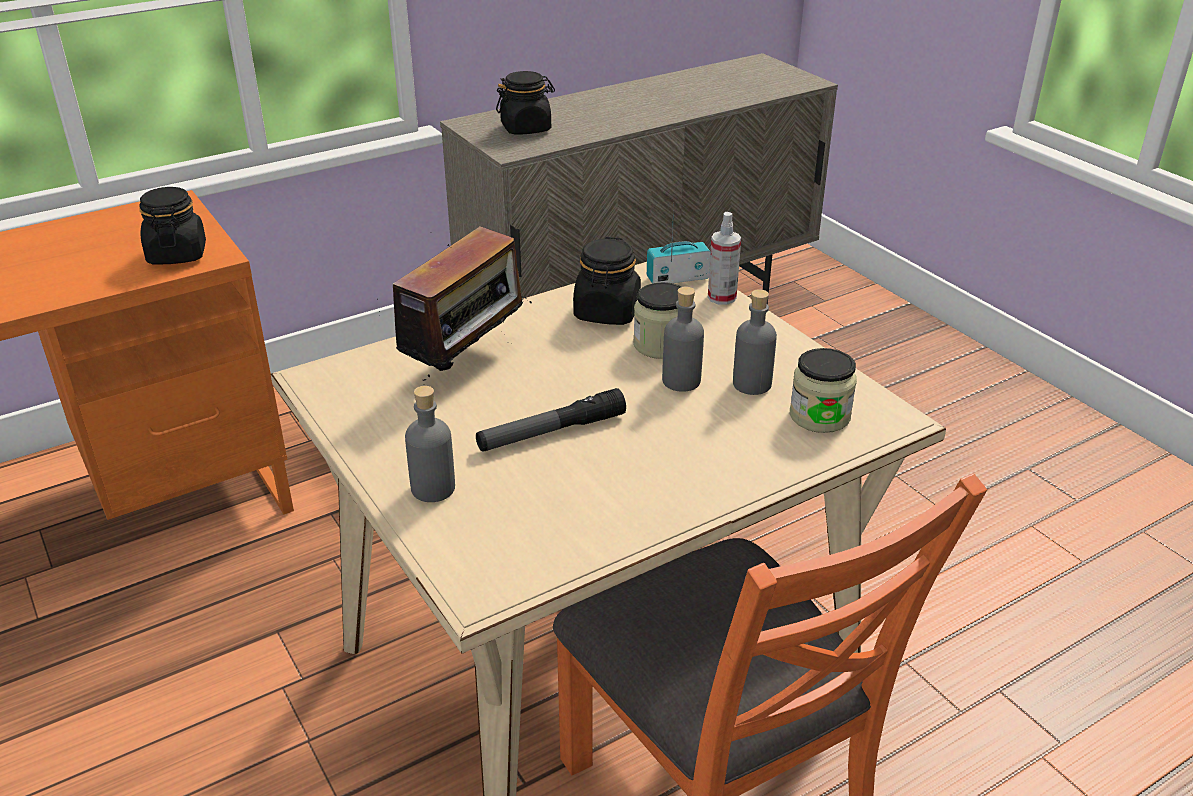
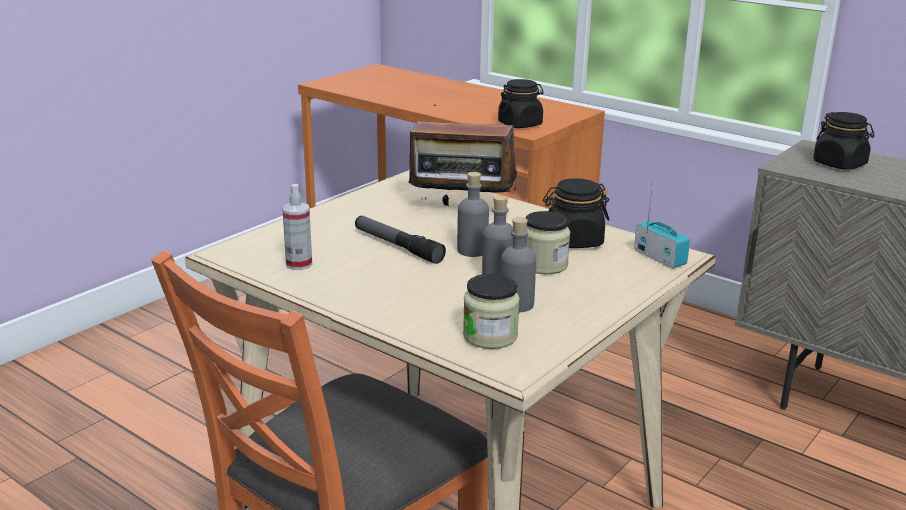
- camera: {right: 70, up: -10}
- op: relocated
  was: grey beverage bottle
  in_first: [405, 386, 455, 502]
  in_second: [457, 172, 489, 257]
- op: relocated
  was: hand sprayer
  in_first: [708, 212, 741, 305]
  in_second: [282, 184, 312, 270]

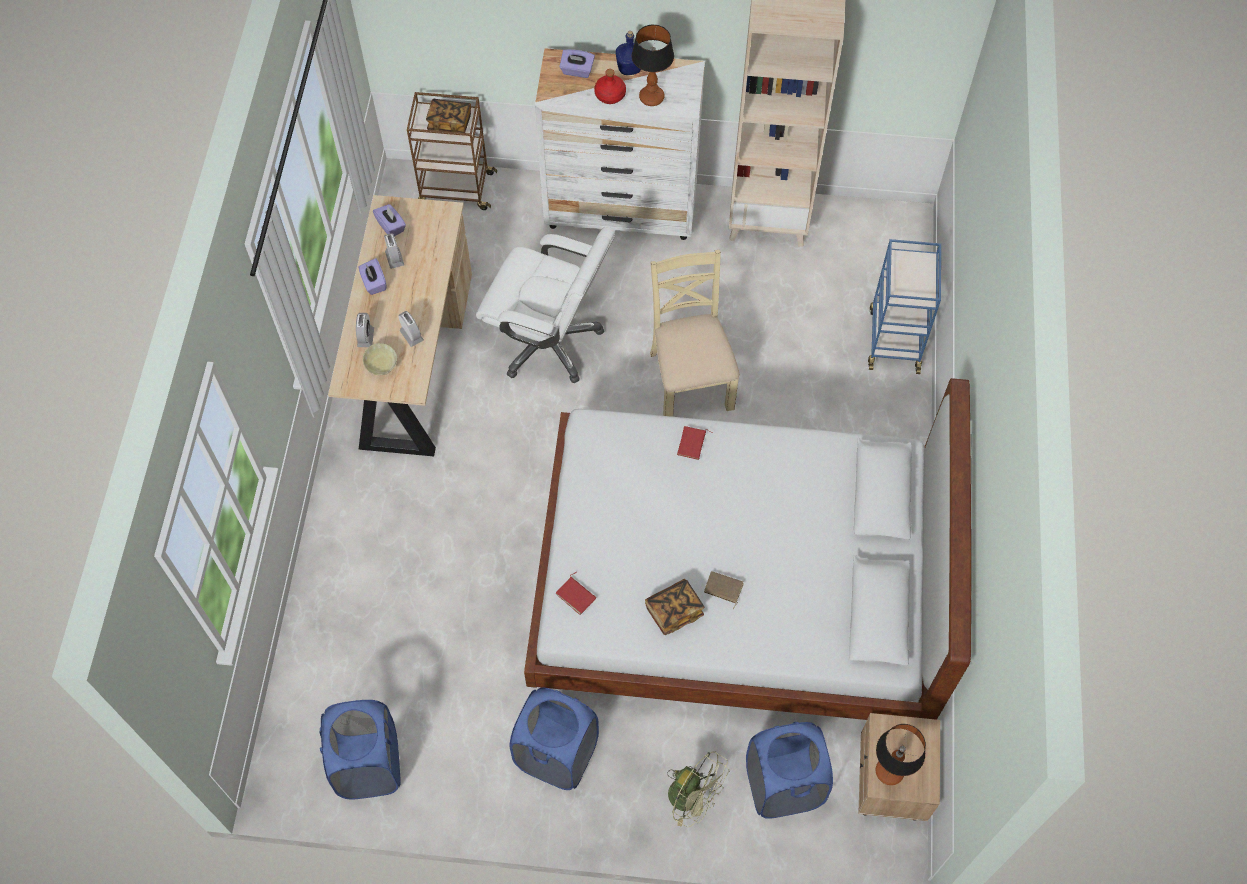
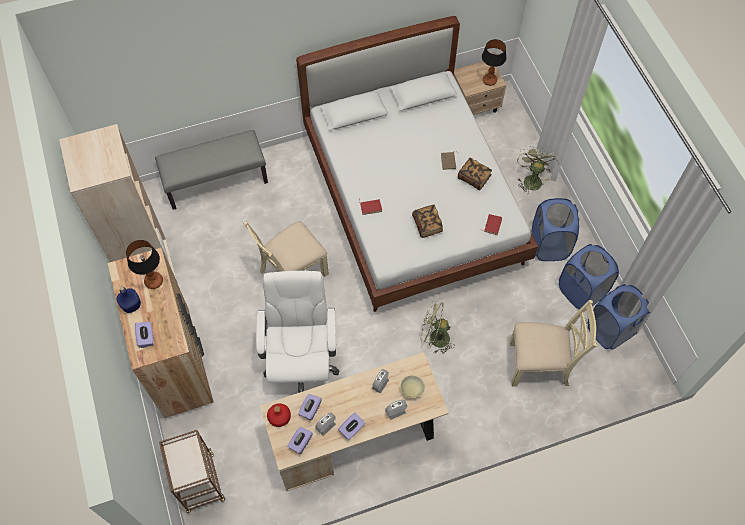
- camera: {right: -115, up: 0}
- op: relocated
  was: volume
  in_first: [426, 99, 471, 133]
  in_second: [412, 205, 443, 238]
- op: colour
  was: white-coloured chest of drawers
  now: brownish chest of drawers
  in_first: [535, 48, 705, 240]
  in_second: [108, 247, 214, 418]
- op: relocated
  was: red-coloured beverage bottle
  in_first: [594, 69, 626, 104]
  in_second: [267, 403, 291, 427]
- op: relocated
  was: blue-coloured laundry basket
  in_first: [746, 722, 833, 819]
  in_second: [559, 244, 619, 309]
- op: exchanged
  was: blue-coloured cart
  now: grey indoor bench
  in_first: [868, 239, 941, 374]
  in_second: [155, 130, 268, 210]
- op: appeared
  now: purple tissue holder
  in_second: [298, 394, 322, 420]
- op: appeared
  now: green-coloured cooling fan
  in_second: [421, 301, 455, 354]
- op: appeared
  now: beige upright chair
  in_second: [510, 300, 597, 387]

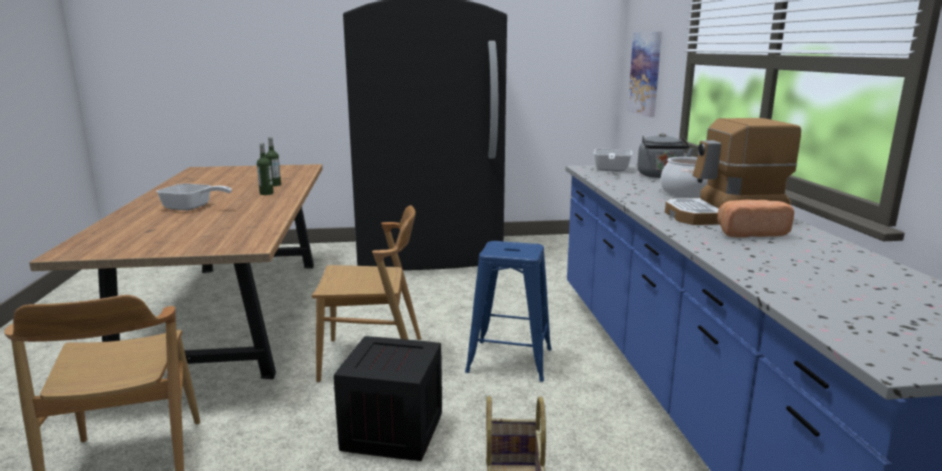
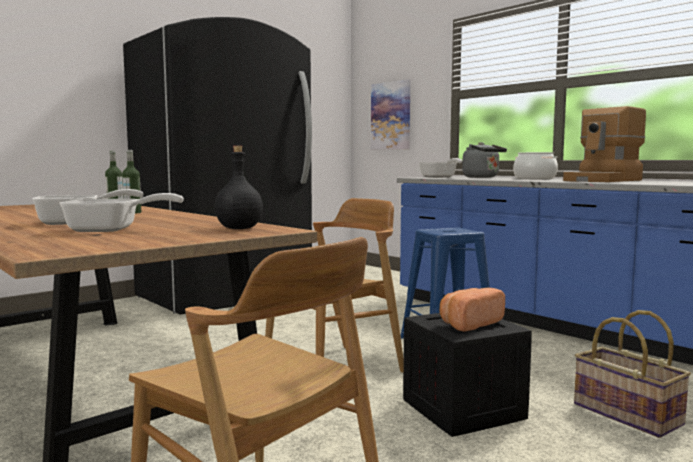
- camera: {right: -35, up: -10}
- op: relocated
  was: bread
  in_first: [717, 199, 794, 238]
  in_second: [440, 288, 505, 331]
- op: appeared
  now: frying pan
  in_second: [59, 193, 184, 232]
- op: appeared
  now: blackish beverage bottle
  in_second: [215, 146, 263, 229]

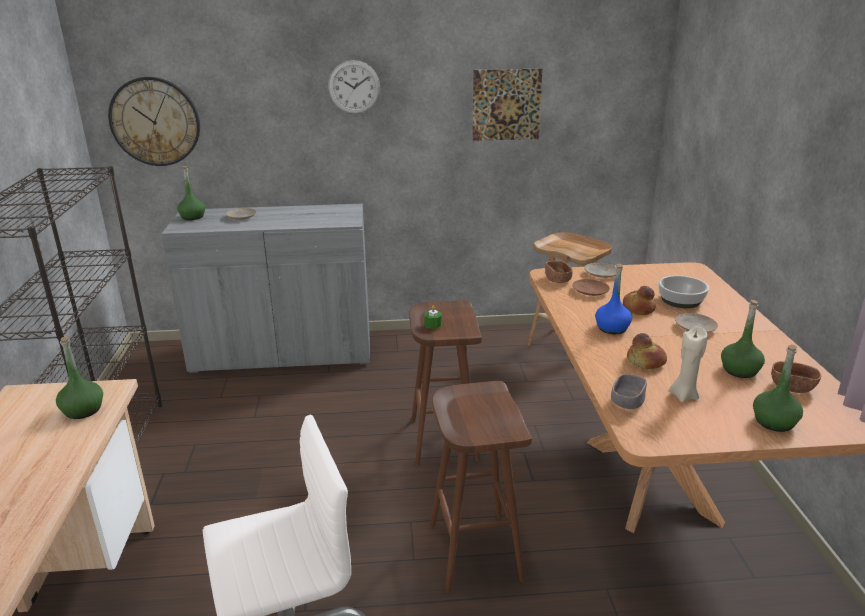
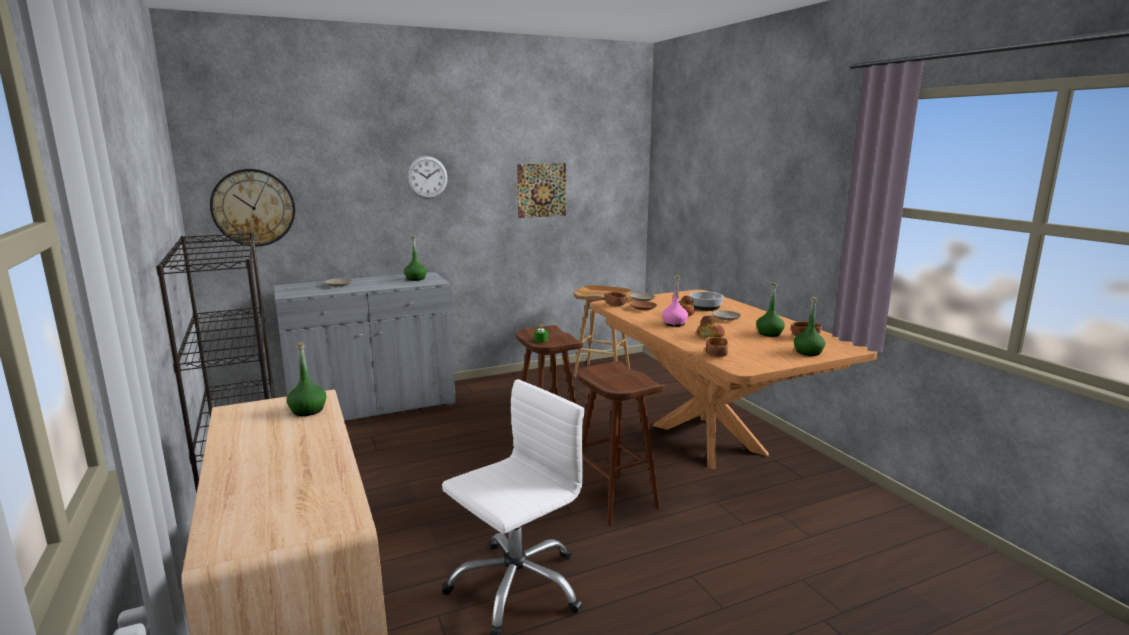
- camera: {right: -20, up: -10}
- op: relocated
  was: green-coloured beverage bottle
  in_first: [177, 166, 205, 220]
  in_second: [404, 237, 427, 281]
- op: colour
  was: blue-coloured beverage bottle
  now: pink beverage bottle
  in_first: [595, 264, 632, 334]
  in_second: [662, 275, 688, 327]
- op: colour
  was: grey bowl
  now: brownish bowl
  in_first: [611, 374, 647, 409]
  in_second: [705, 337, 728, 357]
- op: missing
  was: beige wax candle
  in_first: [669, 326, 708, 402]

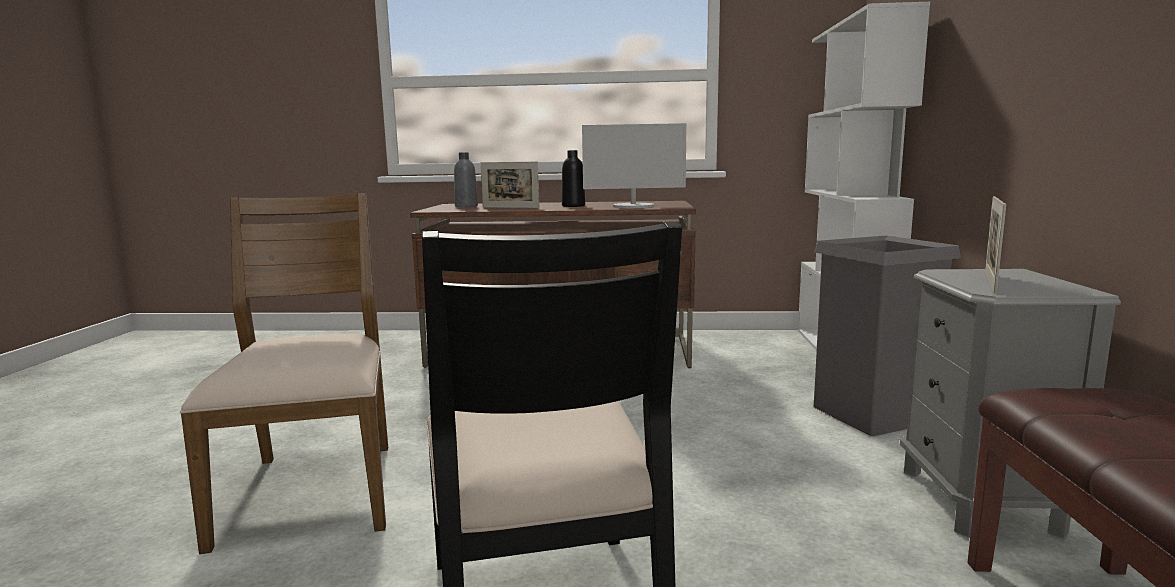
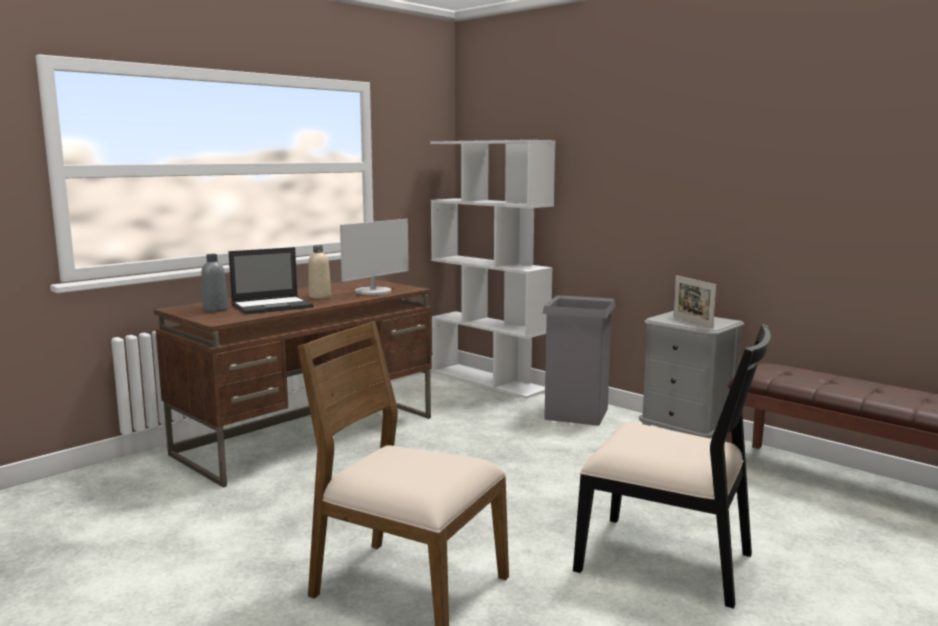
- camera: {right: -50, up: 0}
- op: exchanged
  was: standing frame
  now: portable computer
  in_first: [481, 162, 539, 208]
  in_second: [228, 247, 314, 314]
- op: colour
  was: blackish beverage bottle
  now: beige beverage bottle
  in_first: [562, 150, 585, 207]
  in_second: [308, 245, 331, 299]

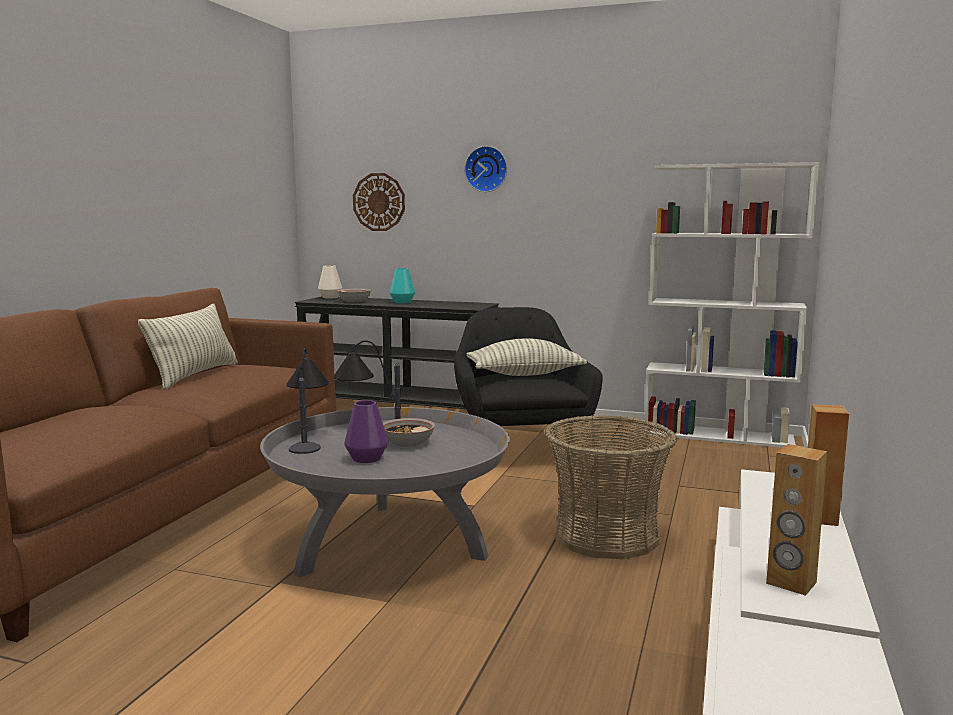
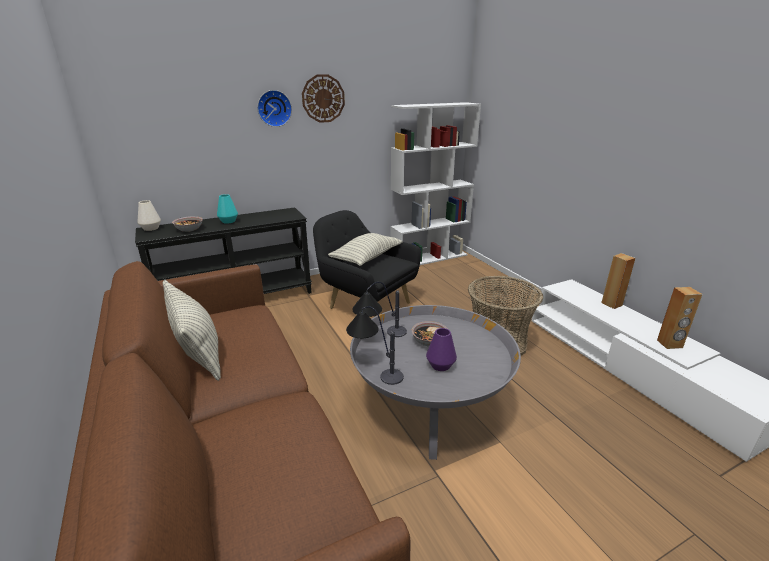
- camera: {right: -45, up: 15}
- op: relocated
  was: hanging clock
  in_first: [353, 173, 405, 231]
  in_second: [302, 74, 345, 123]

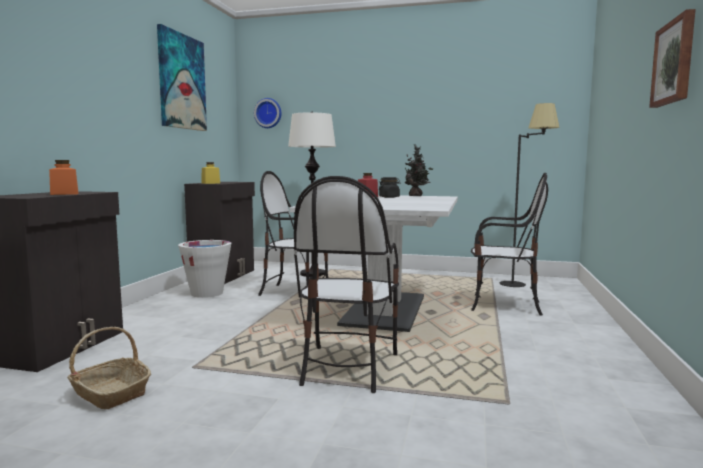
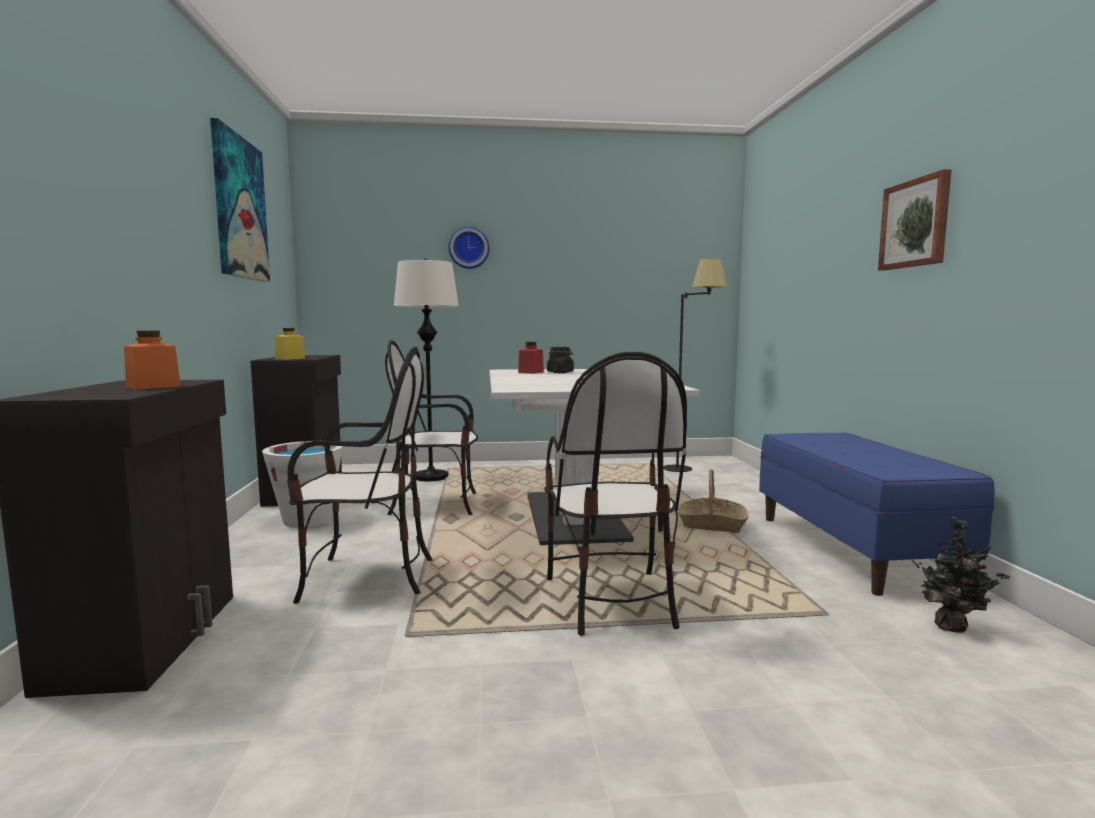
- camera: {right: -20, up: 0}
- op: relocated
  was: household basket
  in_first: [67, 327, 151, 409]
  in_second: [678, 469, 749, 533]
- op: relocated
  was: hanging clock
  in_first: [254, 98, 282, 128]
  in_second: [448, 227, 490, 269]
- op: relocated
  was: houseplant
  in_first: [405, 145, 433, 196]
  in_second: [911, 517, 1010, 633]
- op: relocated
  was: upright chair
  in_first: [471, 173, 548, 316]
  in_second: [287, 347, 433, 604]
- op: appeared
  now: blue-coloured indoor bench
  in_second: [759, 433, 995, 596]

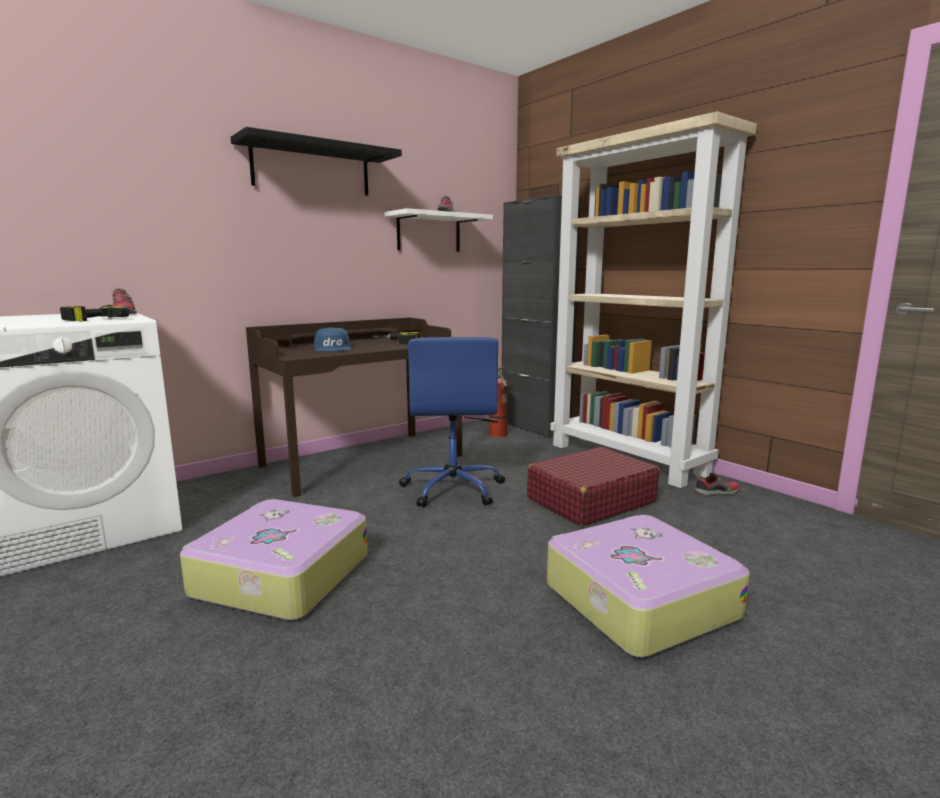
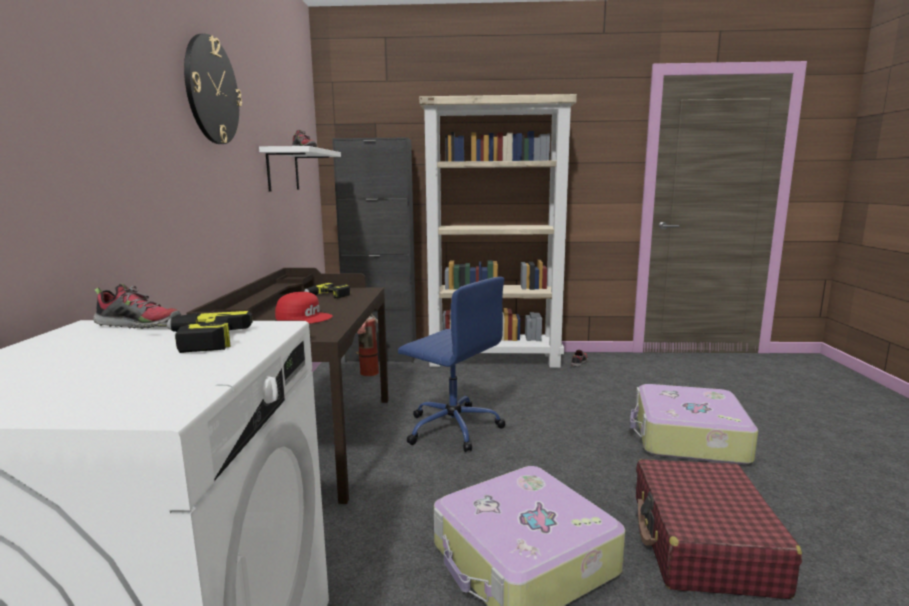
- camera: {right: -50, up: 0}
- op: exchanged
  was: blackish wall shelf
  now: hanging clock
  in_first: [231, 127, 402, 196]
  in_second: [184, 34, 242, 144]
- op: colour
  was: blue-coloured cap
  now: red-coloured cap
  in_first: [314, 327, 352, 351]
  in_second: [275, 292, 333, 324]
- op: relocated
  was: red-coloured piece of luggage
  in_first: [527, 447, 660, 527]
  in_second: [636, 459, 802, 599]

